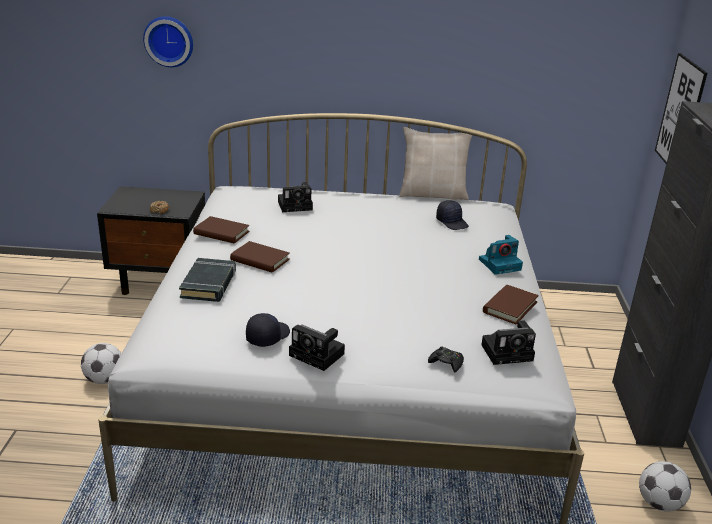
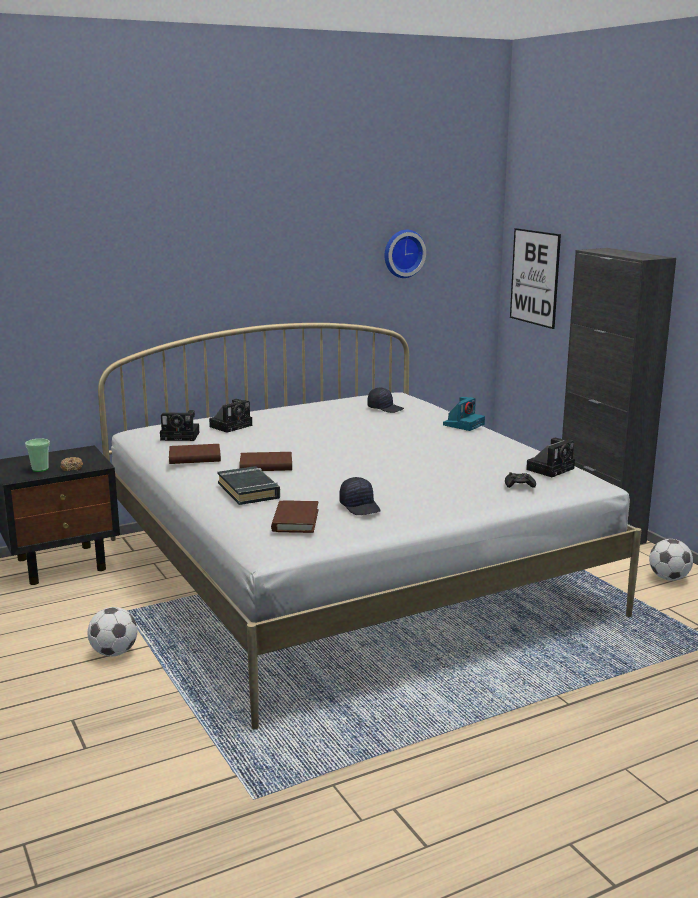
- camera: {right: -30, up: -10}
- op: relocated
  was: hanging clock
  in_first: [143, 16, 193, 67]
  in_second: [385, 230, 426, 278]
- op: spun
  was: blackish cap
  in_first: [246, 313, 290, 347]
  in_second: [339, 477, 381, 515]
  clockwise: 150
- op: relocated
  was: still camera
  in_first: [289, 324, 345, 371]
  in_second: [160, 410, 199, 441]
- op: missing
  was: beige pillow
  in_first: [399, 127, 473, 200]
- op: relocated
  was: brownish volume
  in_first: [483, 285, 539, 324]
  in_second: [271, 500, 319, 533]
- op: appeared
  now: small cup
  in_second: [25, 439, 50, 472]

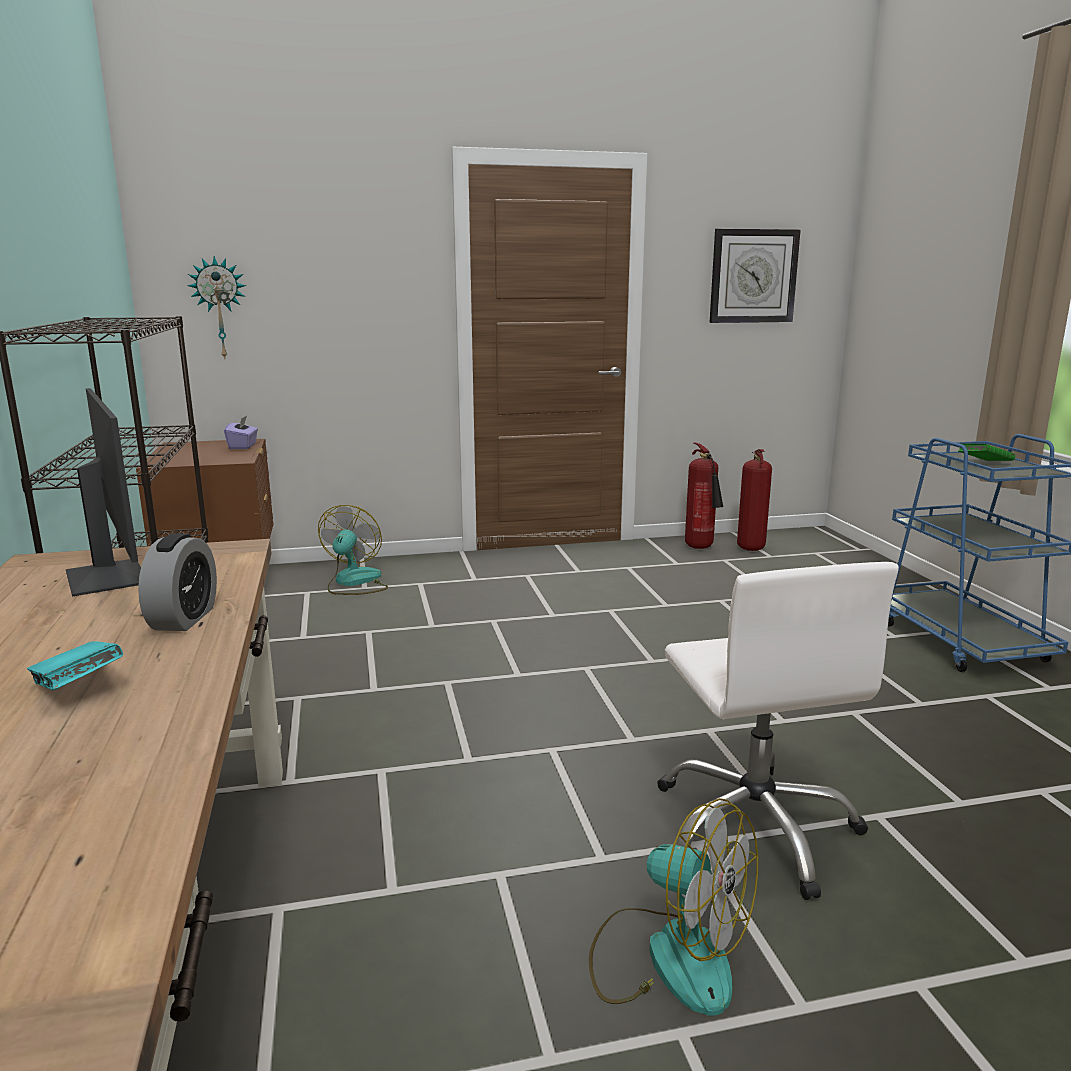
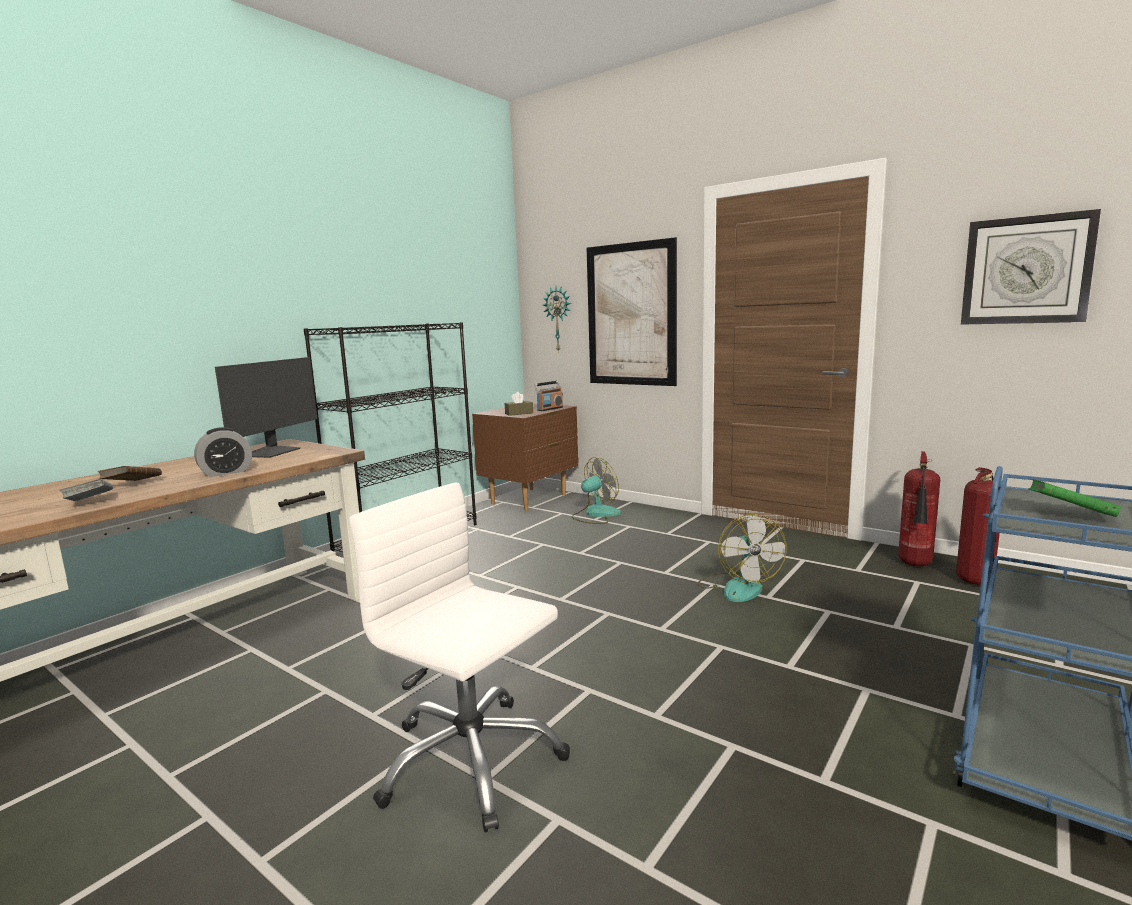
- camera: {right: 50, up: -5}
- op: colour
  was: blue-green volume
  now: brownish volume
  in_first: [27, 641, 123, 690]
  in_second: [98, 466, 162, 481]
- op: exchanged
  was: purple tissue holder
  now: radio
  in_first: [224, 416, 258, 449]
  in_second: [534, 381, 563, 411]
- op: relocated
  was: cooling fan
  in_first: [589, 798, 758, 1016]
  in_second: [697, 514, 786, 602]
- op: spun
  was: white-coloured computer chair
  in_first: [657, 562, 899, 900]
  in_second: [349, 482, 570, 833]
  clockwise: 90
- op: appeared
  now: grey volume
  in_second: [59, 479, 113, 501]
- op: appeared
  now: brownish tissue holder
  in_second: [505, 392, 533, 416]
- op: appeared
  now: picture
  in_second: [587, 237, 677, 386]

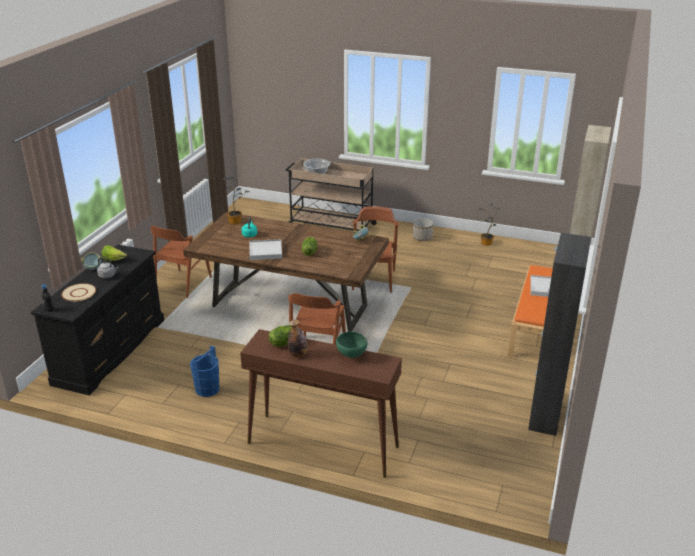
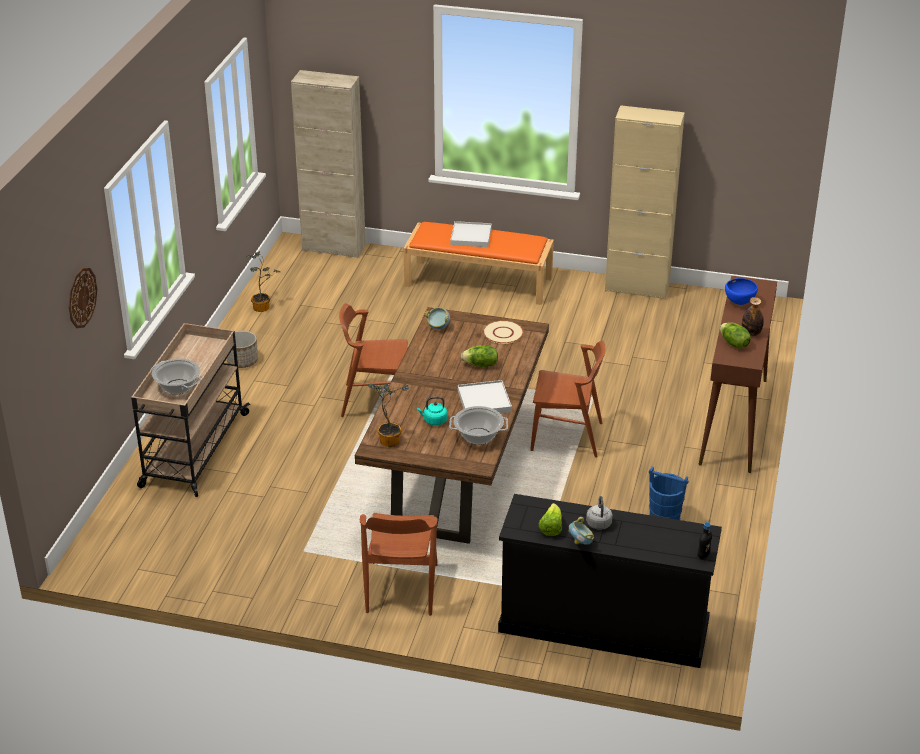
- camera: {right: -95, up: 5}
- op: relocated
  was: beige plate
  in_first: [61, 283, 96, 302]
  in_second: [483, 320, 524, 344]
- op: spun
  was: brownish upright chair
  in_first: [151, 226, 212, 298]
  in_second: [360, 513, 437, 616]
  clockwise: 75
- op: colour
  was: green-coloured bowl
  now: blue-coloured bowl
  in_first: [336, 332, 367, 358]
  in_second: [725, 278, 758, 305]
- op: colour
  was: blackish cupboard
  now: beige cupboard
  in_first: [528, 233, 591, 436]
  in_second: [605, 105, 685, 300]
- op: appeared
  now: hanging clock
  in_second: [69, 268, 97, 328]
- op: appeared
  now: saucepot
  in_second: [449, 406, 508, 445]

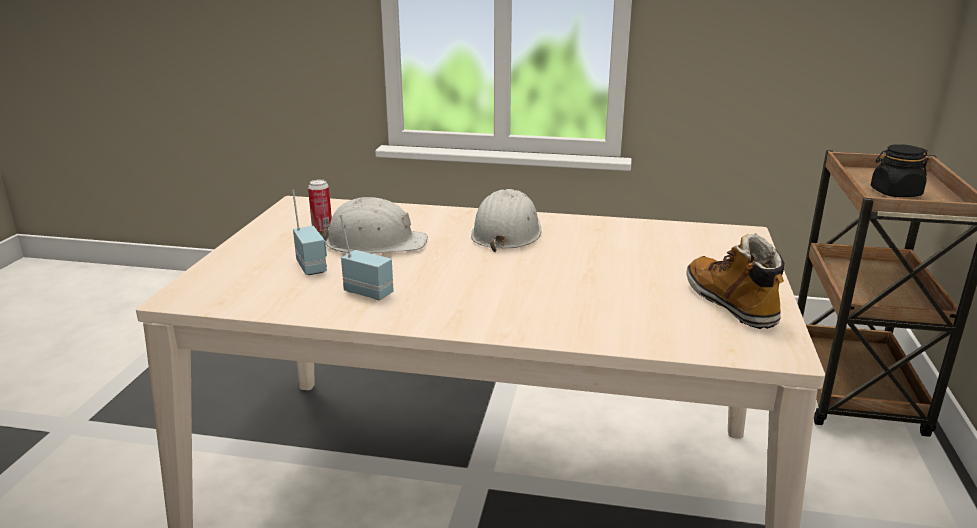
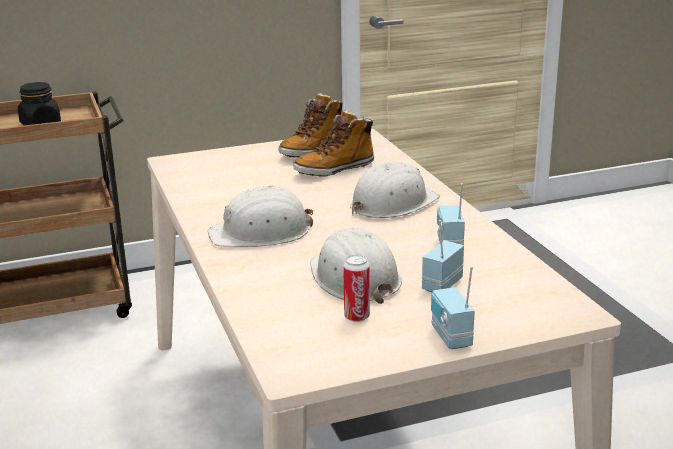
- camera: {right: -120, up: 0}
- op: appeared
  now: boot
  in_second: [293, 109, 374, 177]
- op: appeared
  now: white-coloured hard hat
  in_second: [350, 162, 440, 218]
- op: appeared
  now: radio
  in_second: [431, 266, 475, 349]

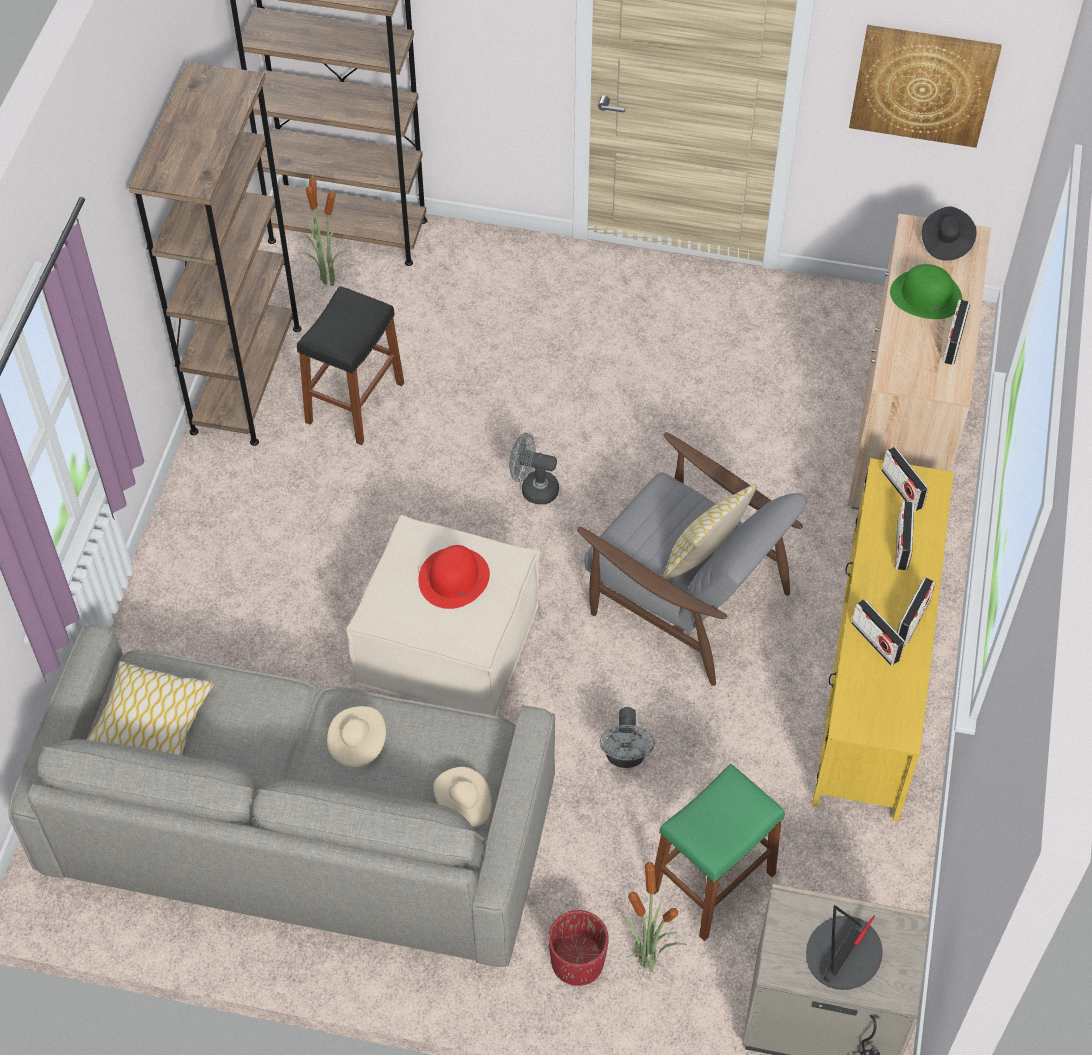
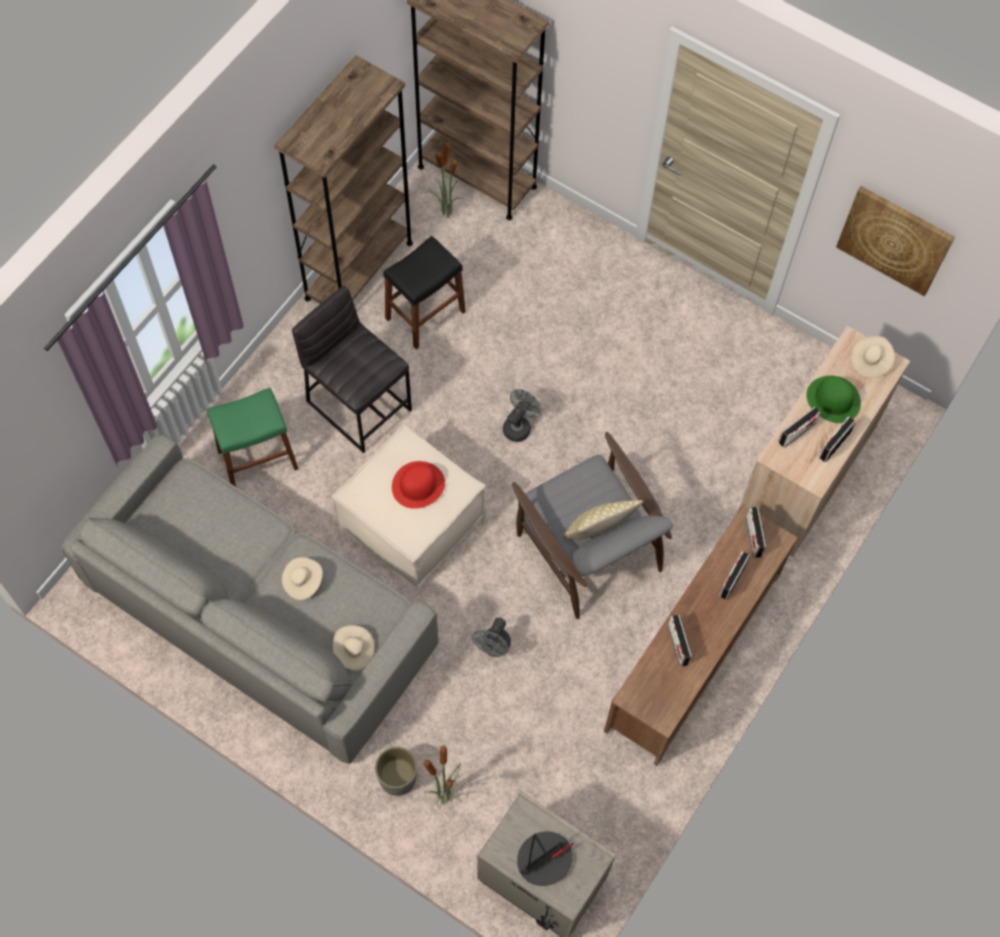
- camera: {right: 20, up: 10}
- op: missing
  was: pillow
  in_first: [87, 661, 214, 756]
- op: spun
  was: grey cooling fan
  in_first: [509, 433, 559, 505]
  in_second: [503, 389, 542, 442]
  clockwise: 90
- op: colour
  was: red-coloured flower pot
  now: grey flower pot
  in_first: [548, 910, 609, 986]
  in_second: [375, 747, 417, 796]
- op: relocated
  was: green-coloured stool
  in_first: [653, 764, 785, 941]
  in_second: [207, 387, 298, 487]
- op: colour
  was: yellow-coloured media console
  now: brownish media console
  in_first: [812, 458, 954, 822]
  in_second: [604, 505, 798, 766]
- op: relocated
  was: radio
  in_first: [897, 577, 936, 645]
  in_second: [778, 407, 821, 448]
- op: colour
  was: blackish clothing hat
  now: beige clothing hat
  in_first: [922, 207, 977, 261]
  in_second: [851, 336, 895, 378]
- op: appeared
  now: grey stool
  in_second: [292, 286, 412, 453]

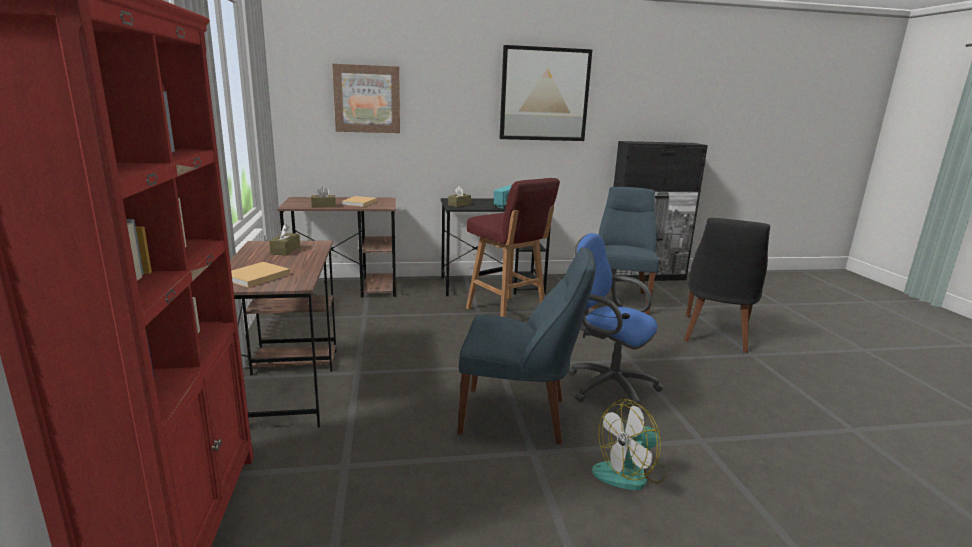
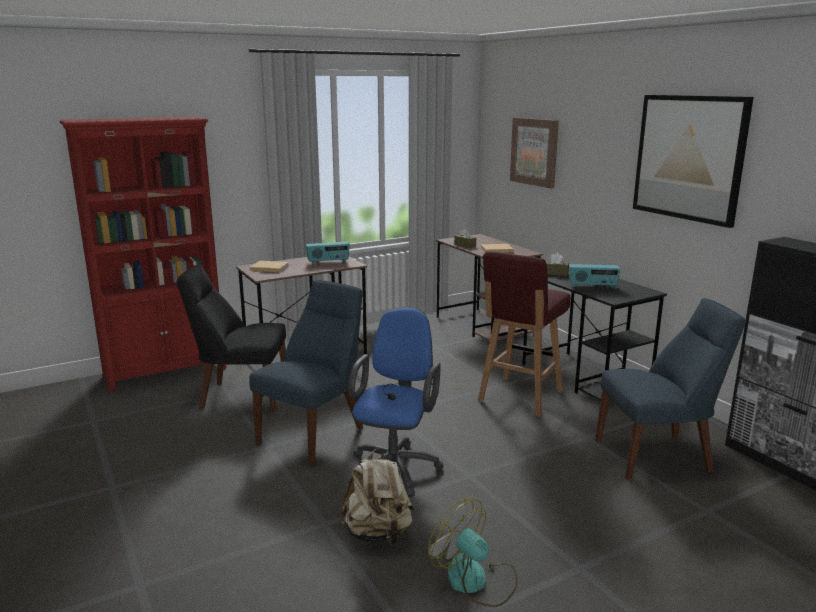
- camera: {right: 70, up: 0}
- op: exchanged
  was: brownish tissue holder
  now: radio
  in_first: [269, 224, 300, 255]
  in_second: [305, 242, 350, 264]
- op: spun
  was: blue-coloured upright chair
  in_first: [457, 247, 596, 444]
  in_second: [249, 280, 363, 465]
  clockwise: -135
- op: relocated
  was: cooling fan
  in_first: [592, 399, 667, 490]
  in_second: [428, 499, 518, 607]
- op: relocated
  was: blackish upright chair
  in_first: [684, 218, 770, 353]
  in_second: [177, 264, 286, 412]
- op: appeared
  now: beige rucksack
  in_second: [339, 448, 414, 545]

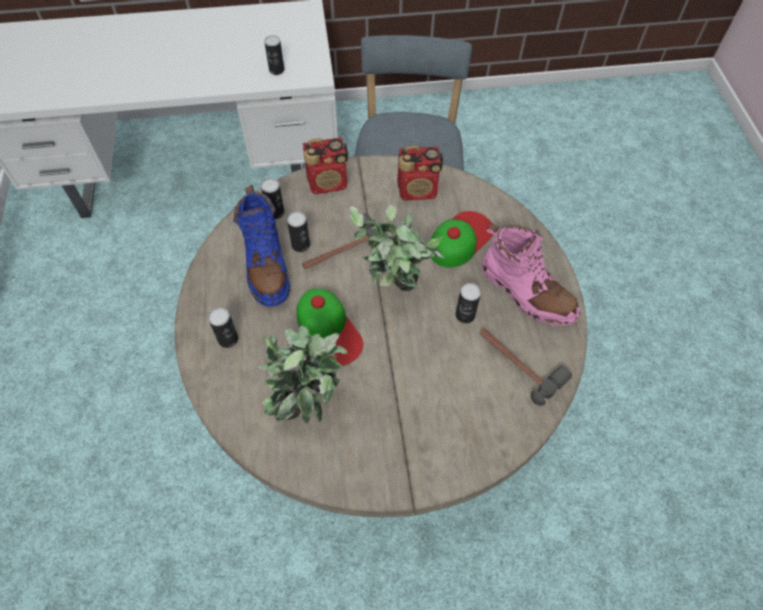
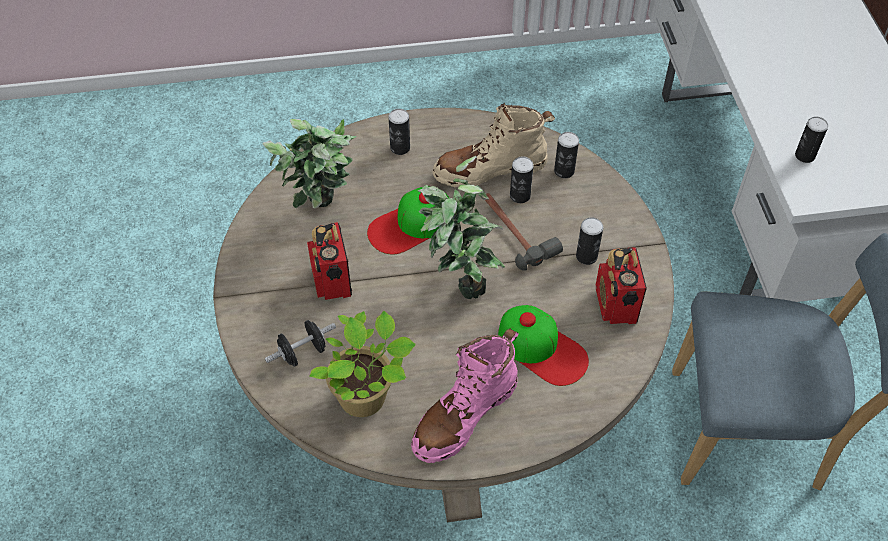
- camera: {right: 90, up: -5}
- op: colour
  was: blue-coloured boot
  now: beige boot
  in_first: [233, 185, 290, 307]
  in_second: [432, 103, 555, 188]
- op: relocated
  was: radio
  in_first: [303, 137, 348, 194]
  in_second: [307, 222, 352, 300]
- op: relocated
  was: metal can
  in_first: [456, 283, 481, 323]
  in_second: [576, 217, 603, 265]
- op: exchanged
  was: tool hammer
  now: houseplant
  in_first: [479, 328, 572, 406]
  in_second: [309, 311, 416, 417]
- op: appeared
  now: blackish free weight
  in_second: [265, 320, 336, 367]

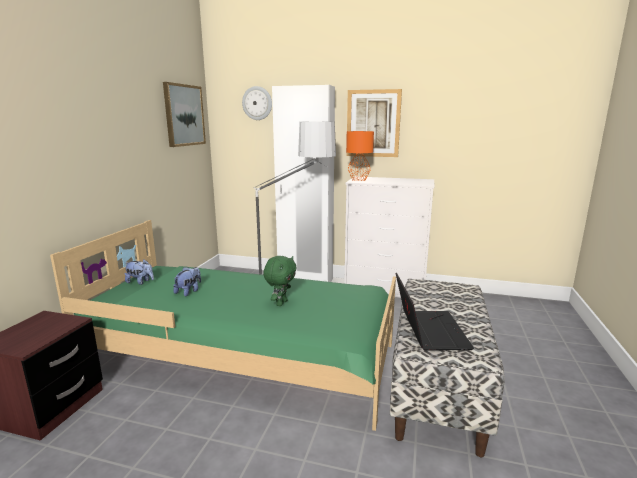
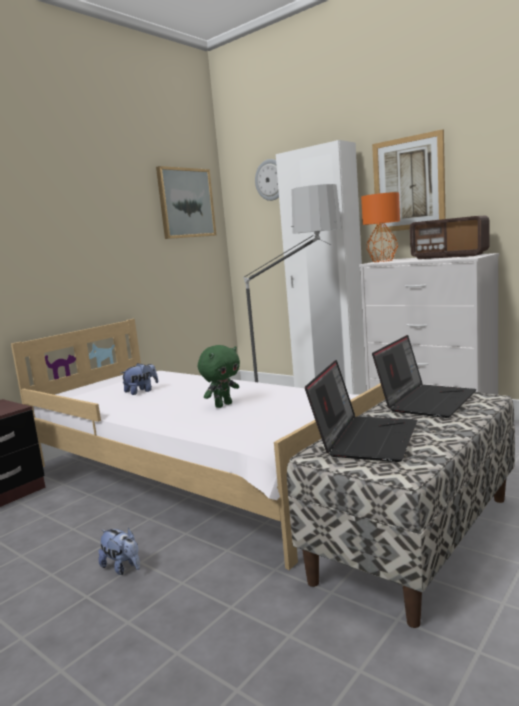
- camera: {right: 25, up: -5}
- op: colour
  was: green-coloured bedroom bed
  now: white-coloured bedroom bed
  in_first: [50, 220, 396, 431]
  in_second: [11, 319, 385, 570]
- op: relocated
  was: plush toy
  in_first: [125, 259, 154, 285]
  in_second: [98, 528, 140, 575]
- op: appeared
  now: portable computer
  in_second: [372, 335, 476, 418]
- op: appeared
  now: radio
  in_second: [410, 216, 489, 259]

